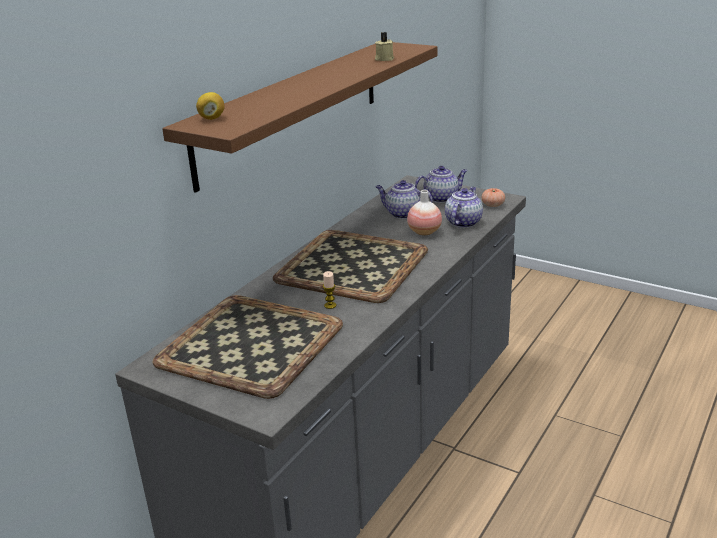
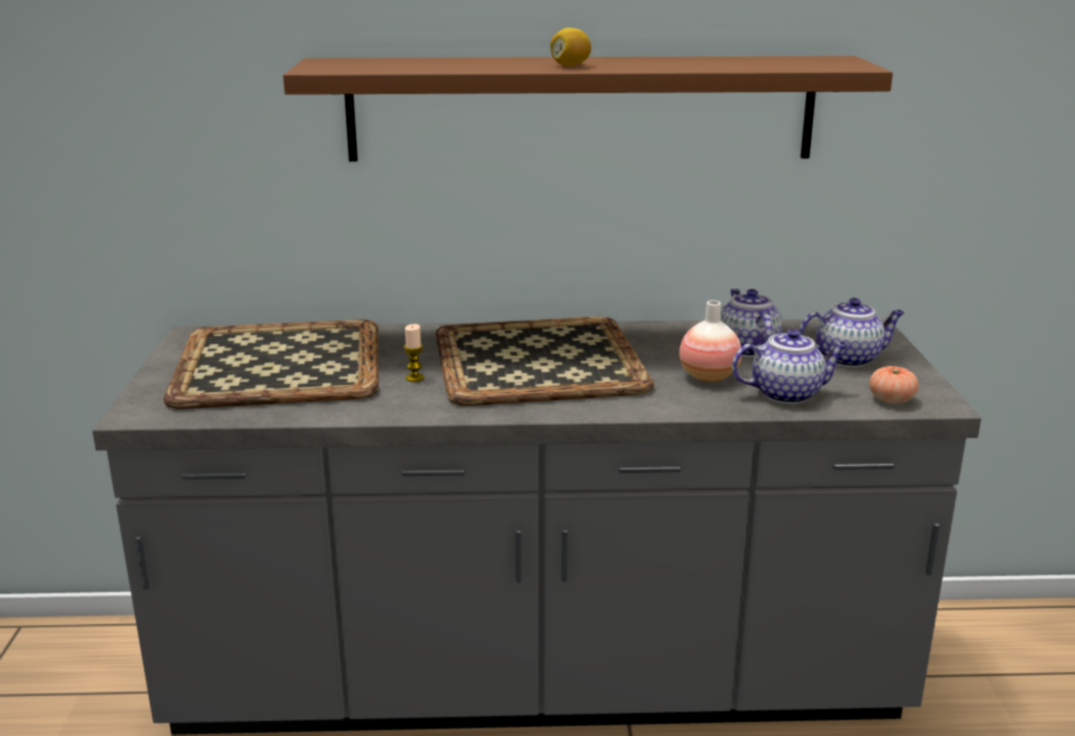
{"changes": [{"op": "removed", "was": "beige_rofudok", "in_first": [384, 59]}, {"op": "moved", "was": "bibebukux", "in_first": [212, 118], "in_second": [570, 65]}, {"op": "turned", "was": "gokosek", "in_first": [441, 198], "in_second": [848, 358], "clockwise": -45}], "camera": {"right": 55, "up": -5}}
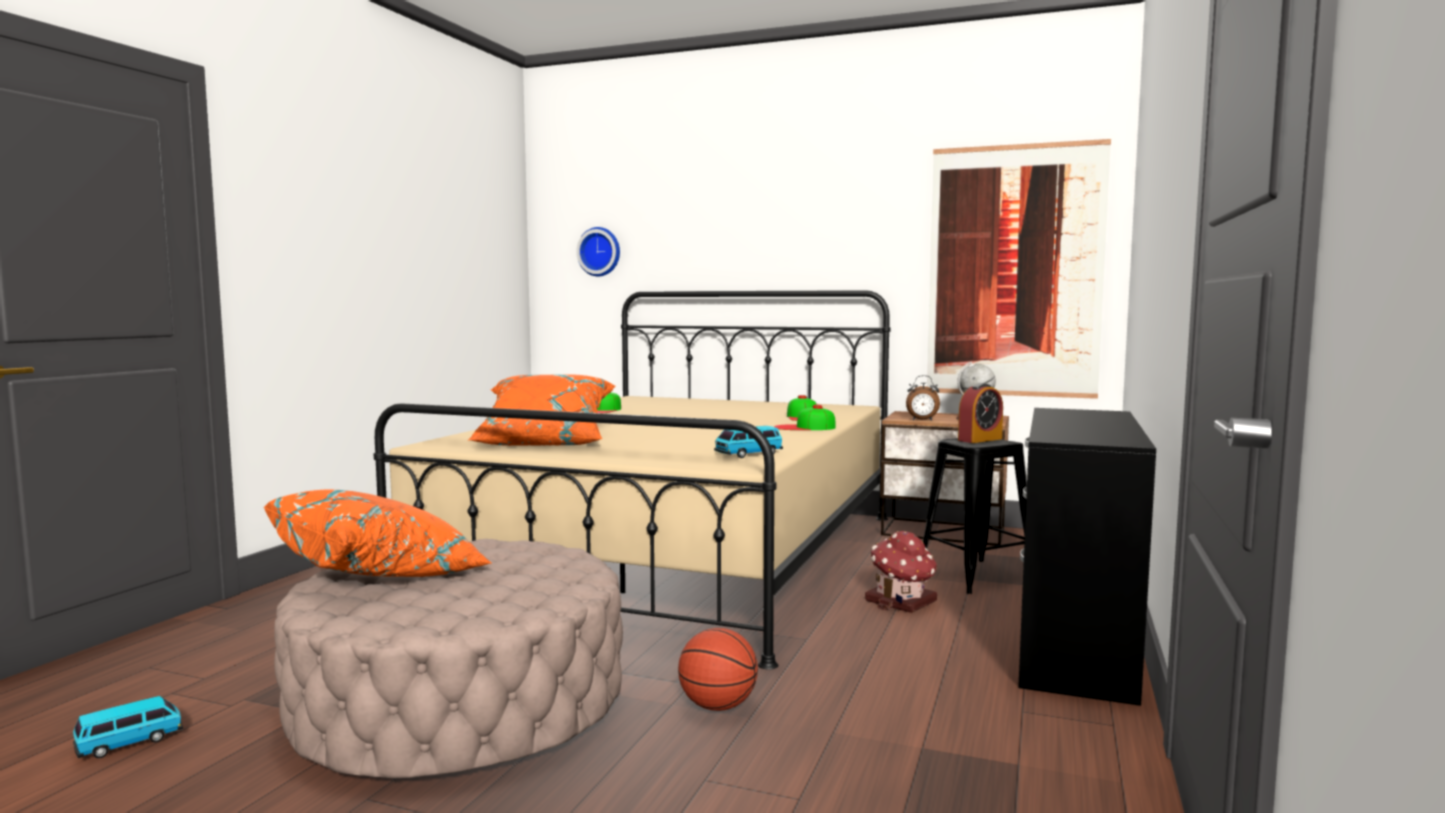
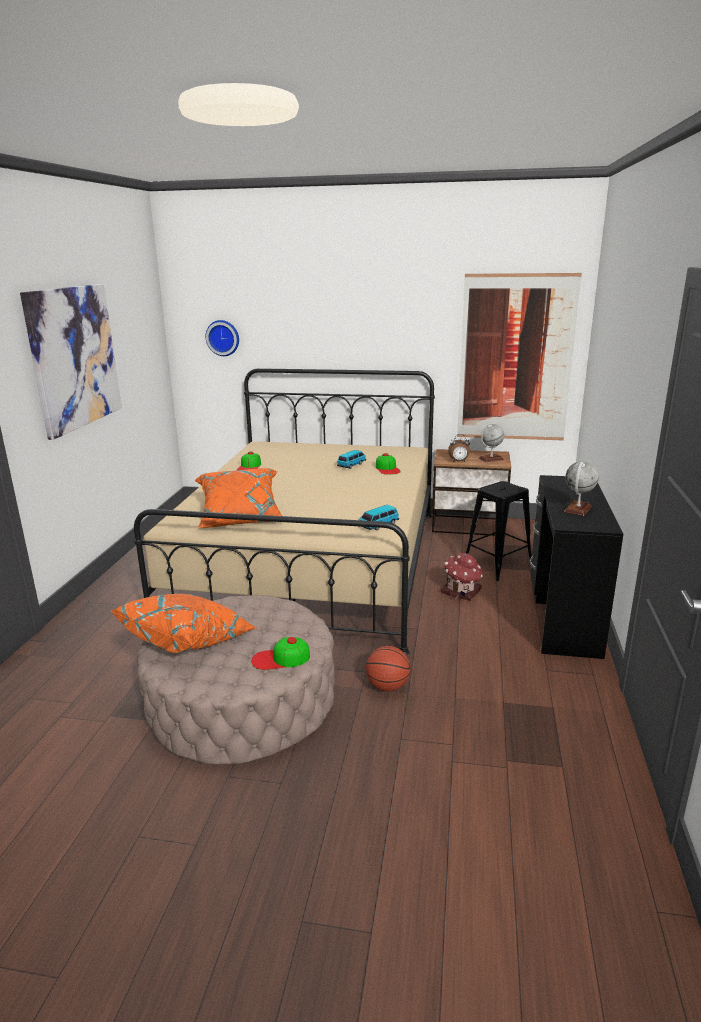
{"changes": [{"op": "removed", "was": "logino", "in_first": [980, 439]}, {"op": "added", "now": "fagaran", "in_second": [74, 357]}, {"op": "added", "now": "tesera", "in_second": [577, 509]}, {"op": "moved", "was": "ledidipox", "in_first": [130, 742], "in_second": [351, 465]}, {"op": "moved", "was": "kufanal", "in_first": [804, 427], "in_second": [280, 658]}], "camera": {"right": -10, "up": 15}}
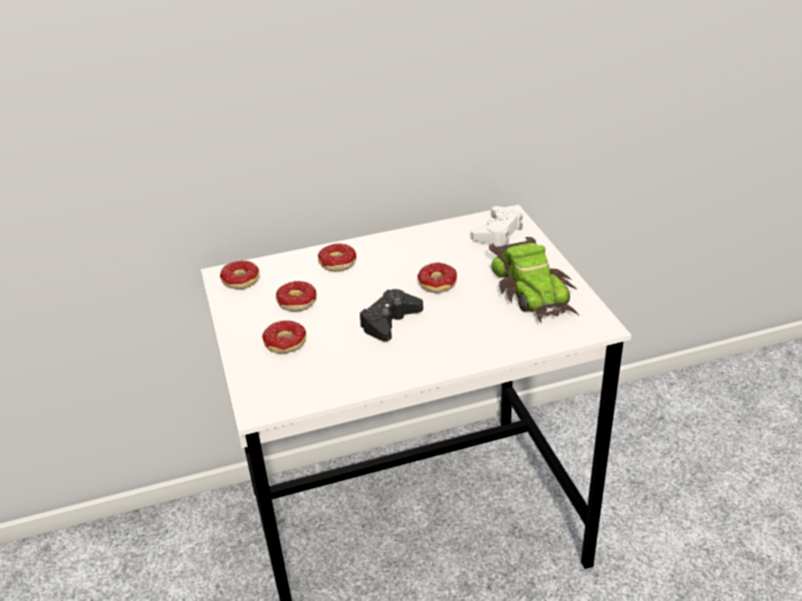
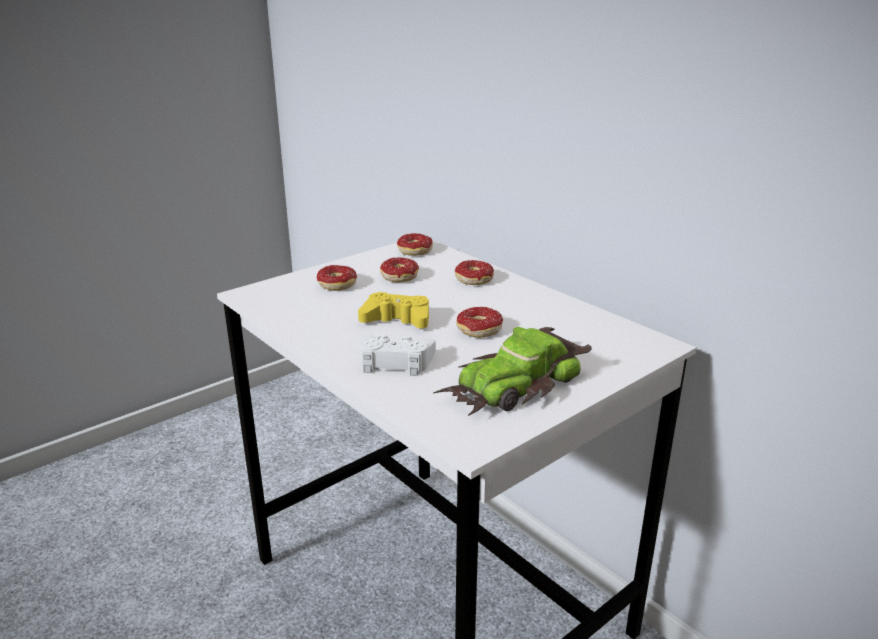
{"changes": [{"op": "moved", "was": "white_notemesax", "in_first": [498, 232], "in_second": [394, 361]}, {"op": "recoloured", "was": "black_notemesax", "now": "yellow_notemesax", "in_first": [389, 321], "in_second": [397, 319]}], "camera": {"right": 65, "up": -10}}
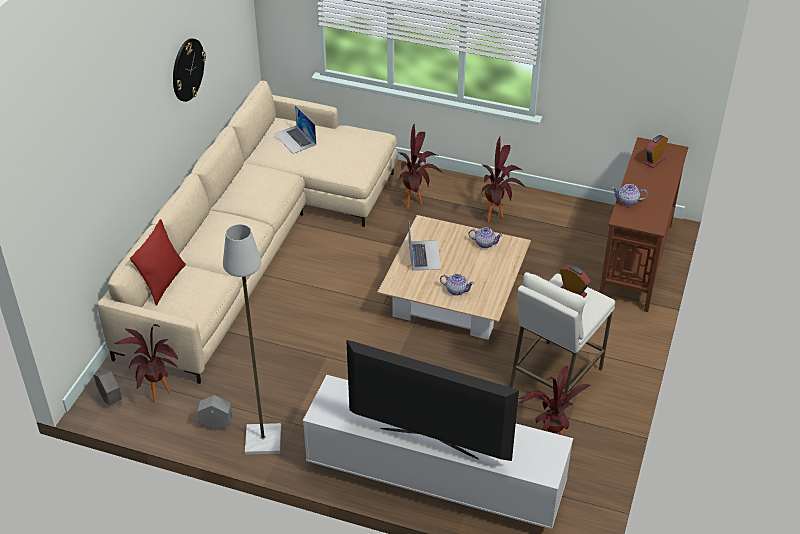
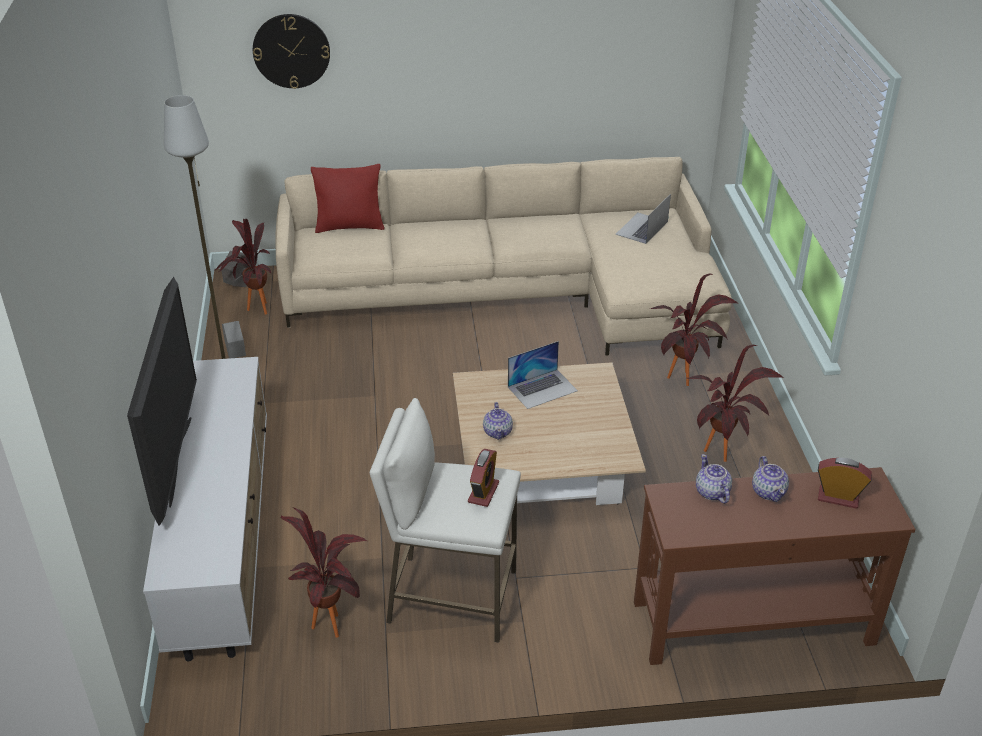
{"changes": [{"op": "moved", "was": "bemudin", "in_first": [187, 69], "in_second": [291, 51]}, {"op": "moved", "was": "gokosek", "in_first": [484, 243], "in_second": [768, 491]}], "camera": {"right": 65, "up": -5}}
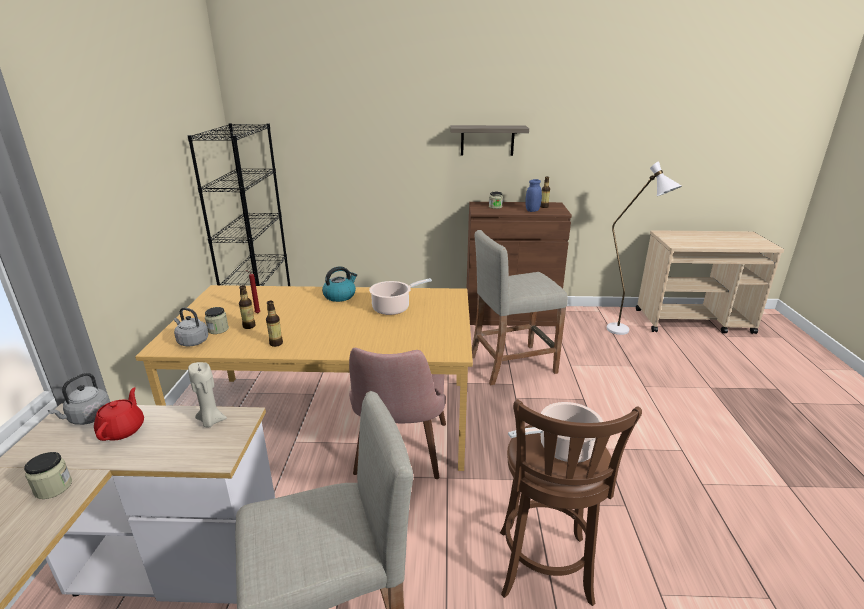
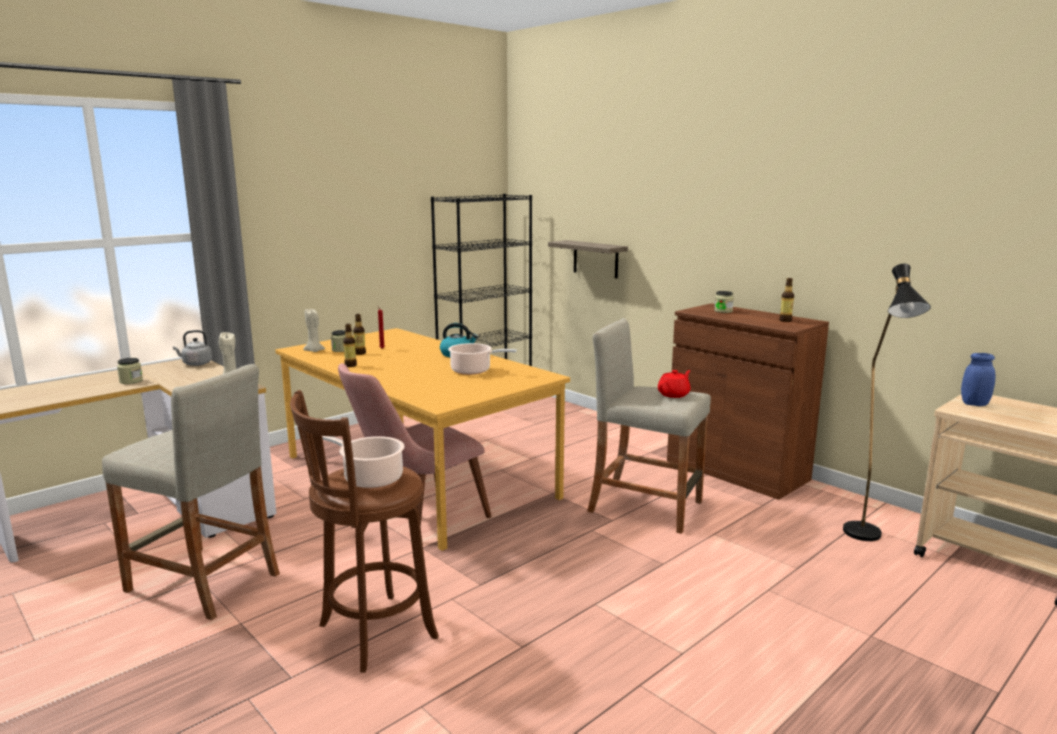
{"changes": [{"op": "moved", "was": "red_gokosek", "in_first": [123, 429], "in_second": [674, 394]}, {"op": "moved", "was": "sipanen", "in_first": [487, 140], "in_second": [595, 259]}, {"op": "moved", "was": "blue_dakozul", "in_first": [532, 210], "in_second": [974, 404]}, {"op": "replaced", "was": "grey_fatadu", "now": "beige_rofudok", "in_first": [192, 341], "in_second": [314, 351]}, {"op": "recoloured", "was": "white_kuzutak", "now": "black_kuzutak", "in_first": [625, 332], "in_second": [866, 539]}], "camera": {"right": 45, "up": -10}}
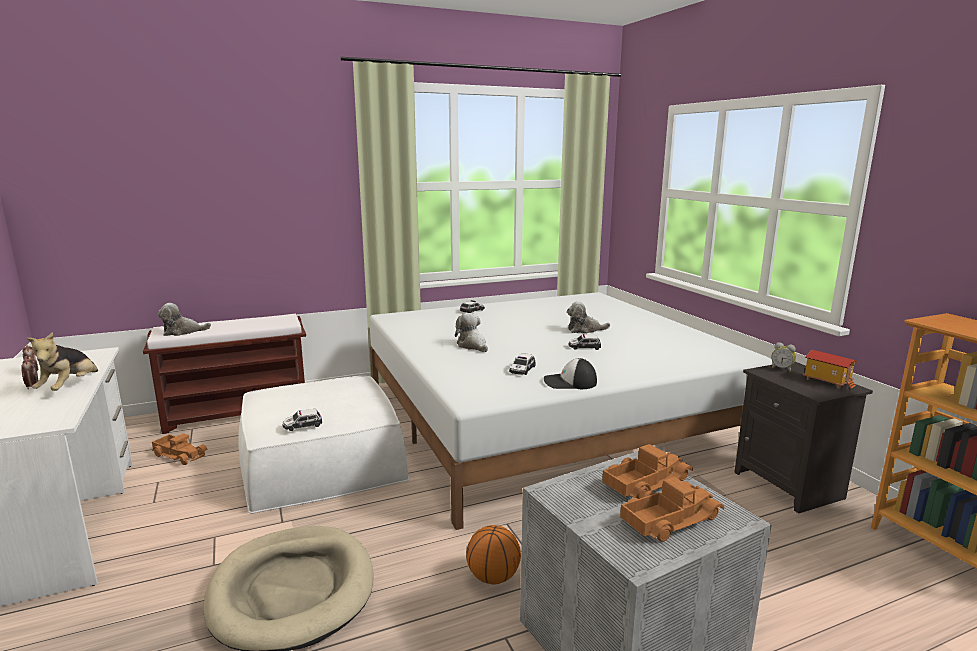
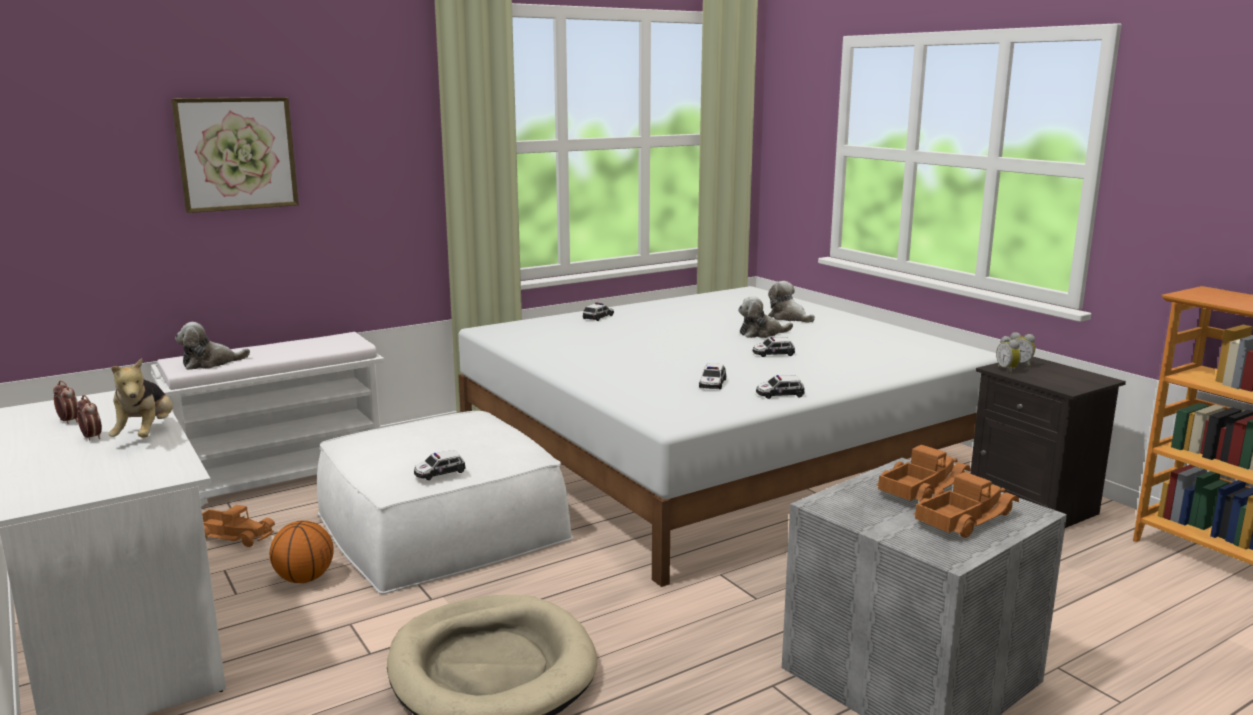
{"changes": [{"op": "removed", "was": "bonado", "in_first": [828, 381]}, {"op": "added", "now": "fagaran", "in_second": [236, 153]}, {"op": "added", "now": "logino", "in_second": [1008, 370]}, {"op": "moved", "was": "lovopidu", "in_first": [472, 346], "in_second": [789, 318]}, {"op": "moved", "was": "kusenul", "in_first": [493, 577], "in_second": [304, 579]}, {"op": "replaced", "was": "kufanal", "now": "ledidipox", "in_first": [569, 382], "in_second": [779, 394]}, {"op": "recoloured", "was": "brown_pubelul", "now": "white_pubelul", "in_first": [239, 412], "in_second": [283, 476]}], "camera": {"right": -10, "up": 0}}
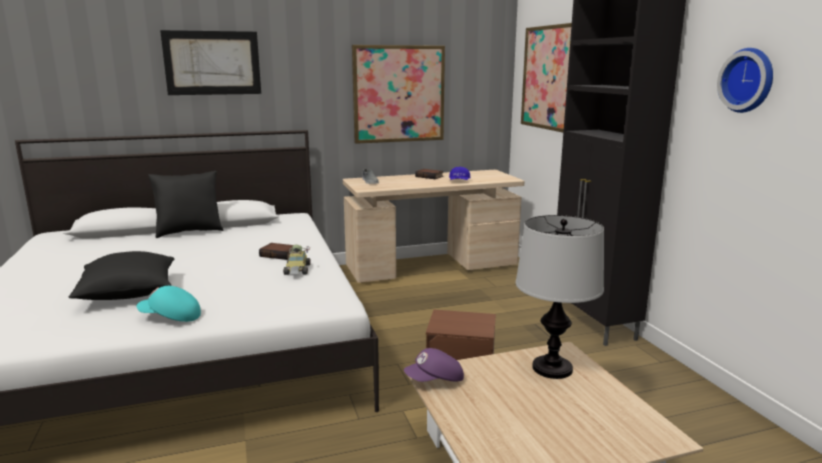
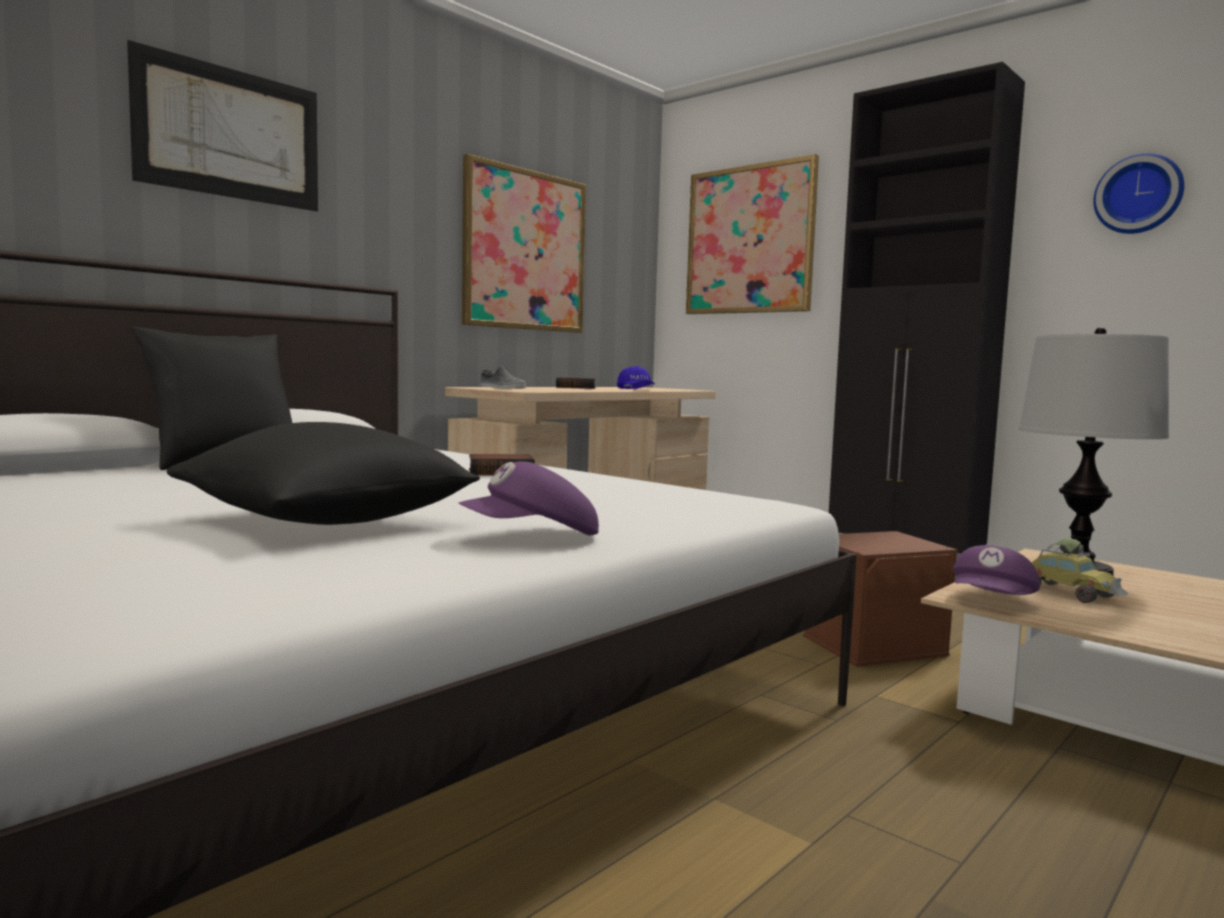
{"changes": [{"op": "moved", "was": "ledidipox", "in_first": [298, 270], "in_second": [1070, 593]}, {"op": "recoloured", "was": "turquoise_kufanal", "now": "purple_kufanal", "in_first": [171, 318], "in_second": [533, 537]}], "camera": {"right": -30, "up": -10}}
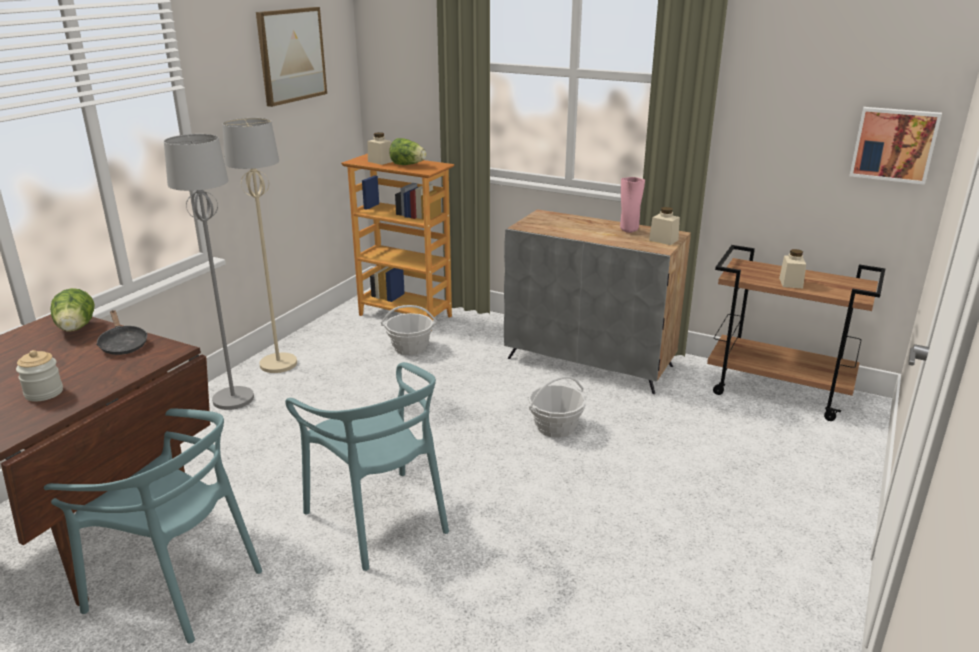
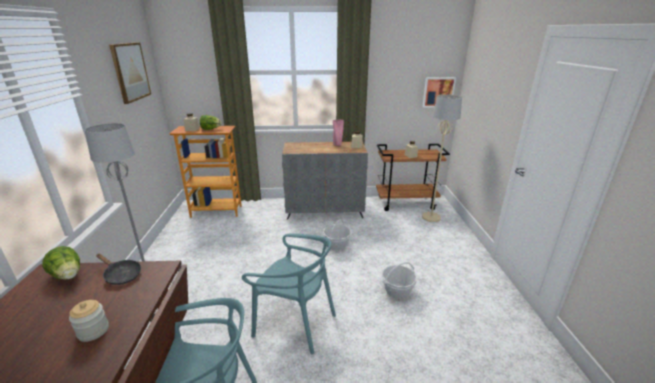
{"changes": [{"op": "moved", "was": "beige_kuzutak", "in_first": [278, 364], "in_second": [431, 217]}, {"op": "moved", "was": "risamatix", "in_first": [410, 348], "in_second": [397, 291]}], "camera": {"right": -30, "up": 0}}
